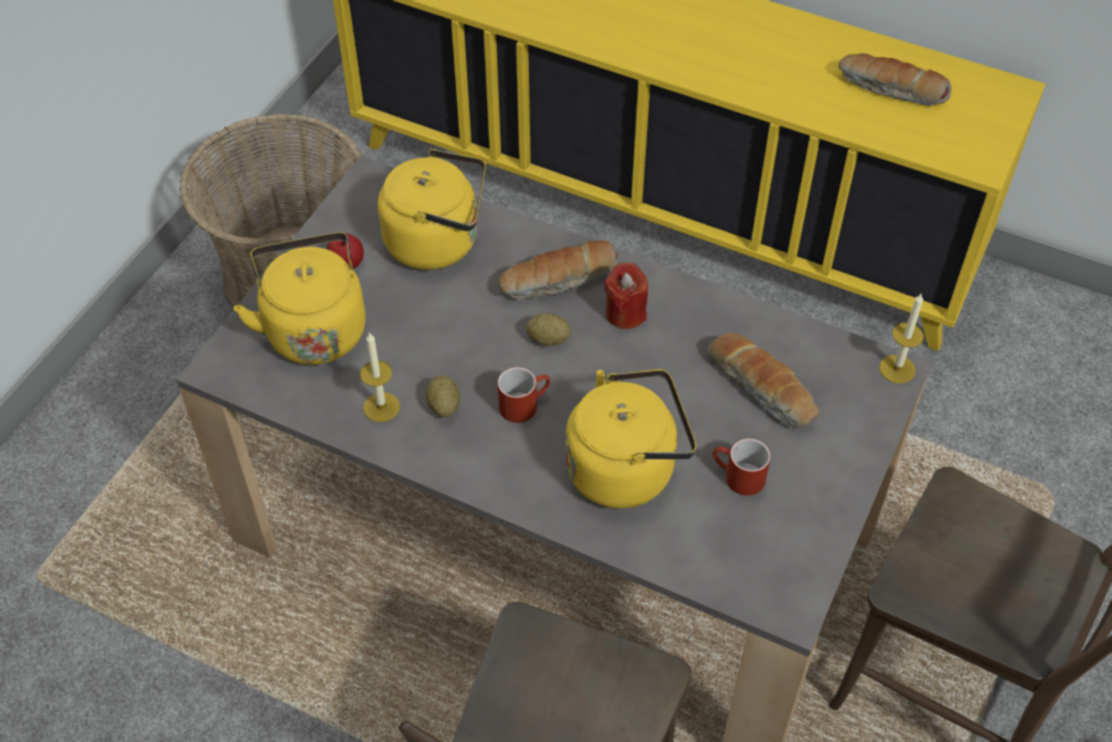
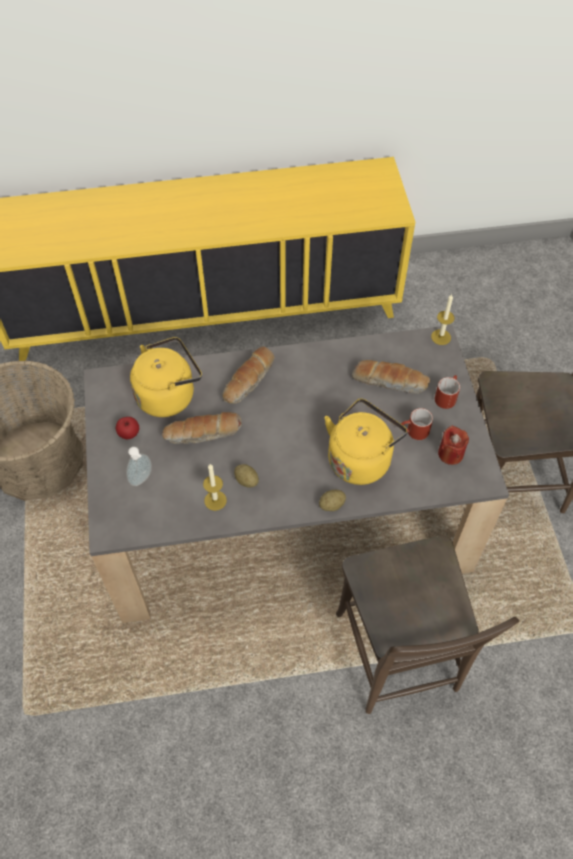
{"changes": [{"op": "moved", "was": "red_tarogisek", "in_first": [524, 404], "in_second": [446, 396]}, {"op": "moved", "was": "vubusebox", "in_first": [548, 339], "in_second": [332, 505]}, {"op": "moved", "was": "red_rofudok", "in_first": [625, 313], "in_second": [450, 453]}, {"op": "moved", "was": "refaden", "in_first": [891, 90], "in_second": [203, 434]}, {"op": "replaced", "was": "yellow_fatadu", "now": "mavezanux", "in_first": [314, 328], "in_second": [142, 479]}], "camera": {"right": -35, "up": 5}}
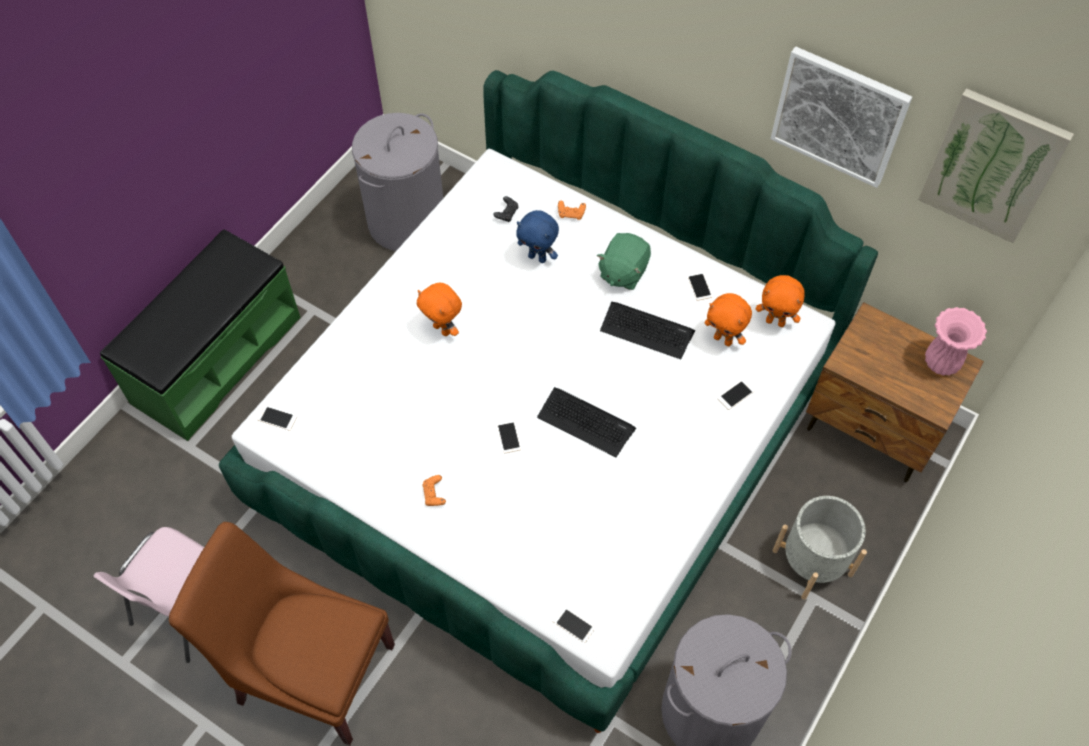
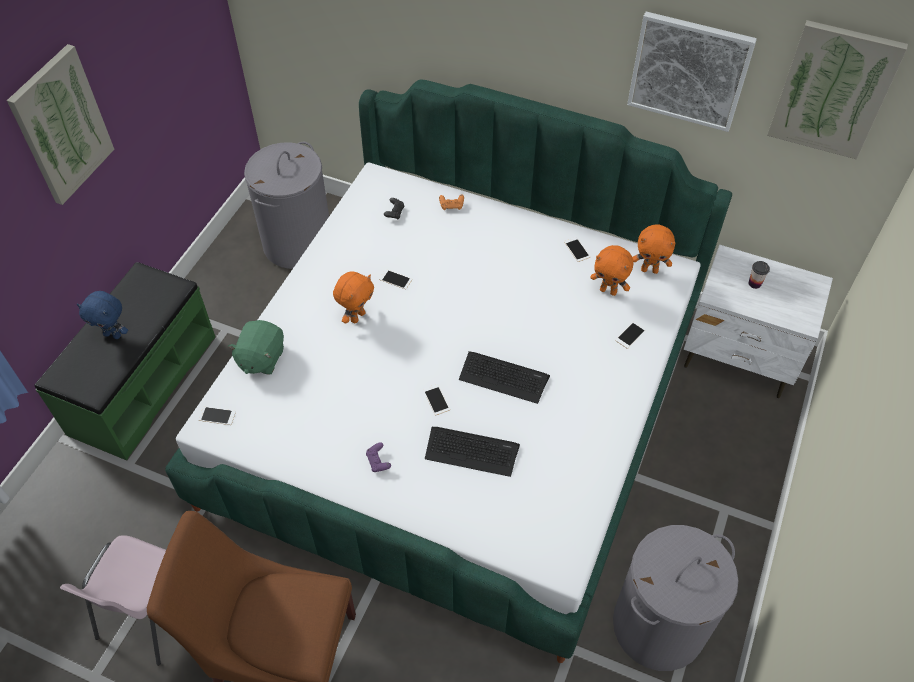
{"changes": [{"op": "removed", "was": "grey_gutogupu", "in_first": [812, 562]}, {"op": "removed", "was": "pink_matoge", "in_first": [942, 363]}, {"op": "added", "now": "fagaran", "in_second": [61, 125]}, {"op": "added", "now": "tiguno", "in_second": [754, 283]}, {"op": "moved", "was": "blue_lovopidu", "in_first": [538, 257], "in_second": [113, 334]}, {"op": "moved", "was": "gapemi", "in_first": [573, 624], "in_second": [395, 279]}, {"op": "moved", "was": "green_lovopidu", "in_first": [623, 272], "in_second": [261, 358]}, {"op": "moved", "was": "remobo", "in_first": [646, 330], "in_second": [471, 451]}, {"op": "recoloured", "was": "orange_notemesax", "now": "purple_notemesax", "in_first": [434, 495], "in_second": [378, 462]}, {"op": "recoloured", "was": "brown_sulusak", "now": "white_sulusak", "in_first": [872, 428], "in_second": [739, 357]}, {"op": "turned", "was": "orange_lovopidu", "in_first": [443, 329], "in_second": [357, 316], "clockwise": -90}], "camera": {"right": -10, "up": -5}}
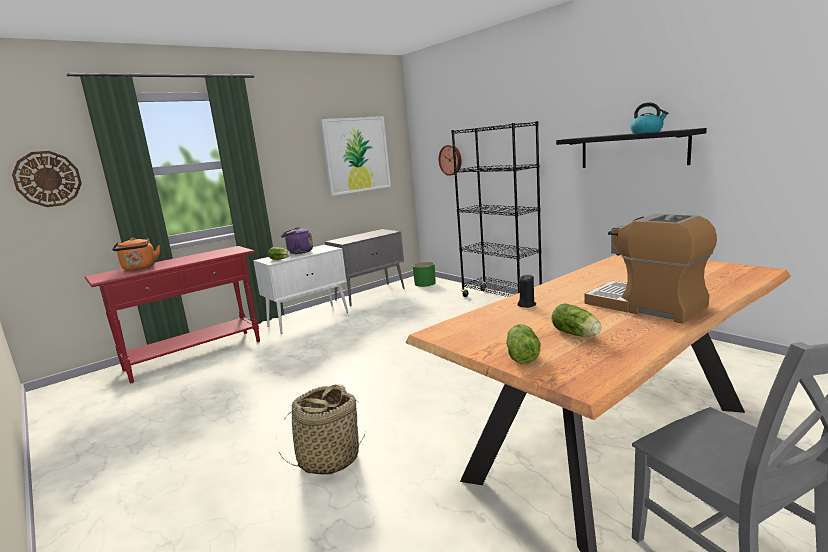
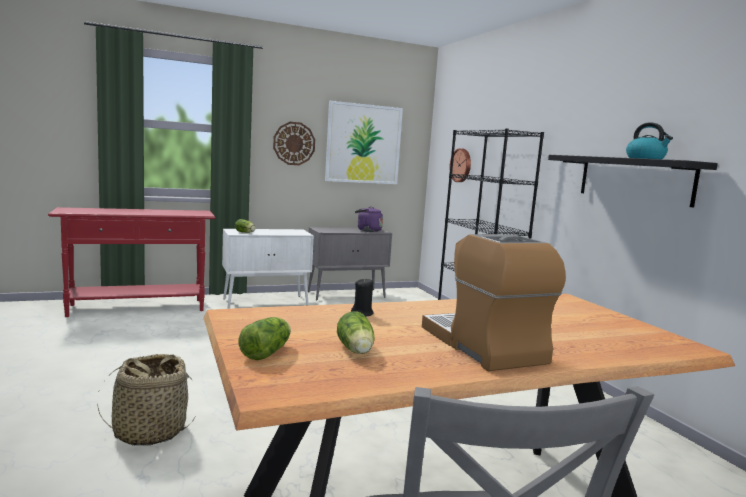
{"changes": [{"op": "removed", "was": "orange_fatadu", "in_first": [139, 268]}, {"op": "removed", "was": "green_gutogupu", "in_first": [425, 283]}, {"op": "moved", "was": "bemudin", "in_first": [48, 179], "in_second": [294, 143]}, {"op": "moved", "was": "purple_fatadu", "in_first": [298, 252], "in_second": [367, 230]}], "camera": {"right": 15, "up": -5}}
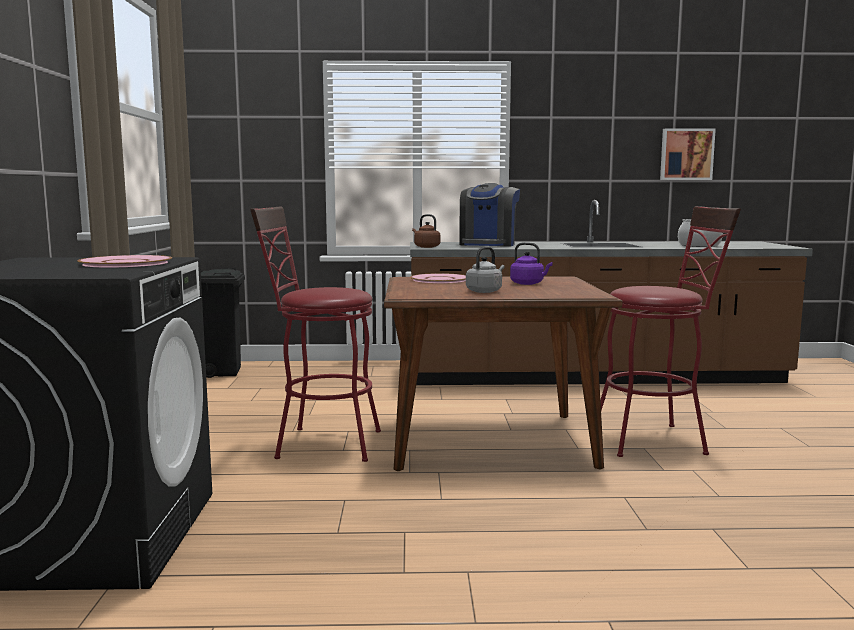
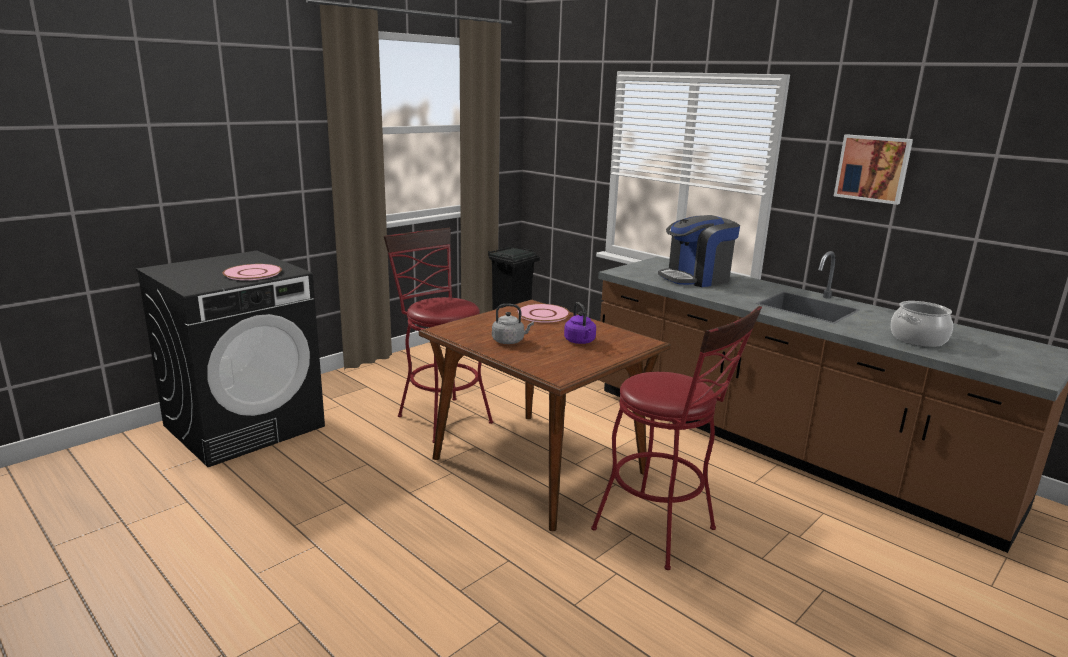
{"changes": [{"op": "removed", "was": "brown_fatadu", "in_first": [426, 247]}, {"op": "moved", "was": "fagaran", "in_first": [686, 154], "in_second": [873, 168]}], "camera": {"right": 45, "up": 10}}
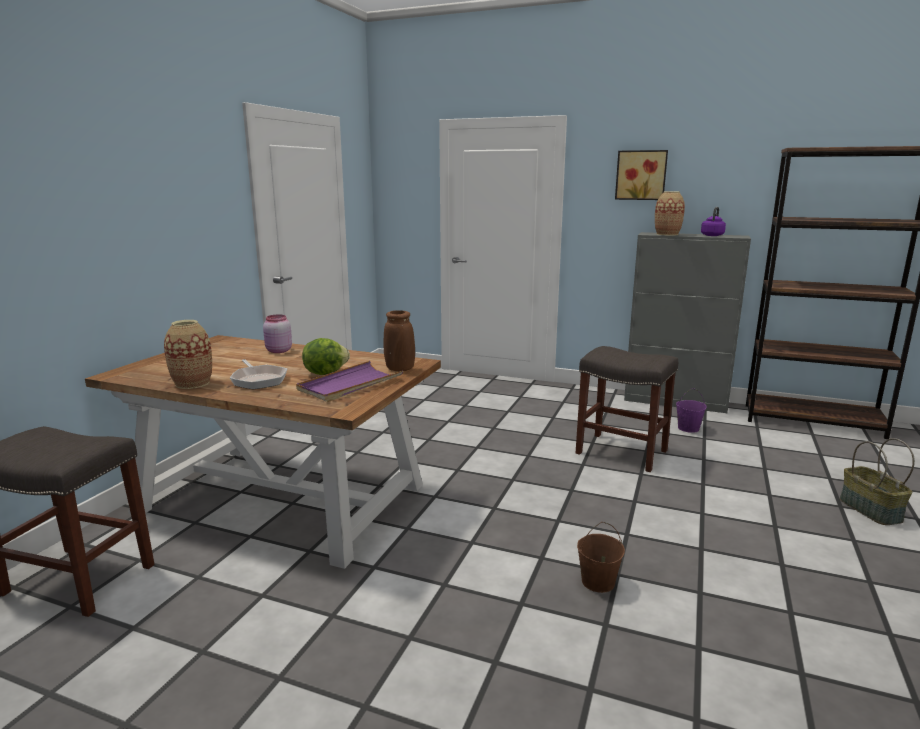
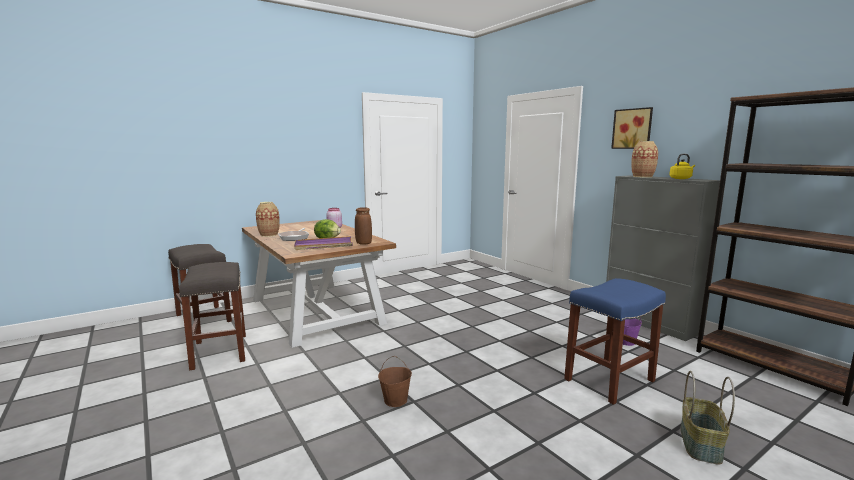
{"changes": [{"op": "added", "now": "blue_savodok", "in_second": [609, 379]}, {"op": "moved", "was": "grey_savodok", "in_first": [620, 452], "in_second": [219, 351]}, {"op": "recoloured", "was": "purple_fatadu", "now": "yellow_fatadu", "in_first": [712, 235], "in_second": [681, 178]}], "camera": {"right": 35, "up": -5}}
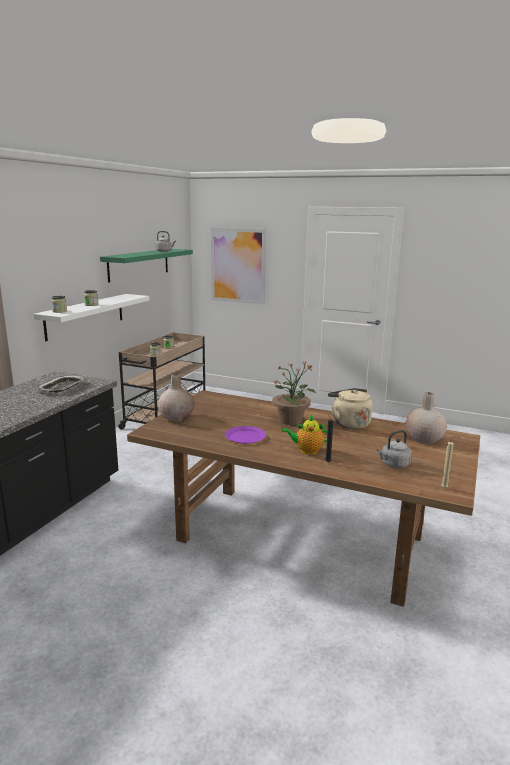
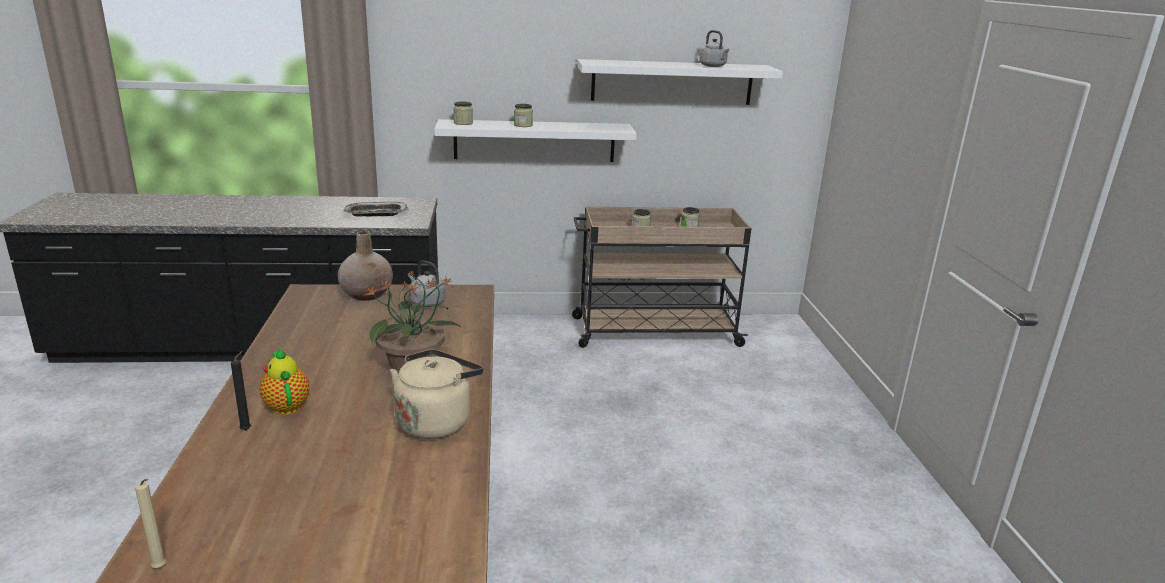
{"changes": [{"op": "removed", "was": "fagaran", "in_first": [238, 266]}, {"op": "removed", "was": "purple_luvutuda", "in_first": [245, 437]}, {"op": "removed", "was": "beige_matoge", "in_first": [424, 439]}, {"op": "moved", "was": "grey_fatadu", "in_first": [394, 464], "in_second": [426, 302]}, {"op": "recoloured", "was": "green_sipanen", "now": "white_sipanen", "in_first": [139, 264], "in_second": [672, 82]}], "camera": {"right": 60, "up": 5}}
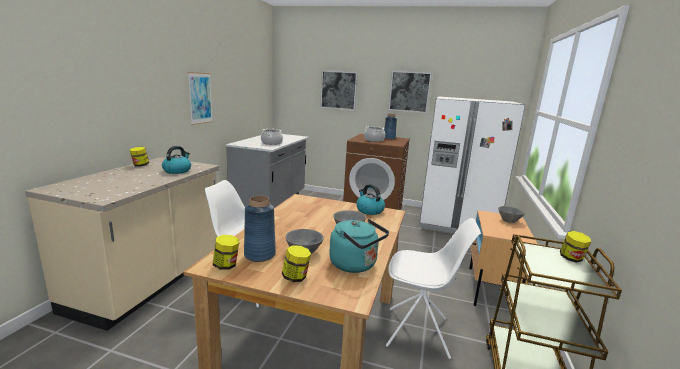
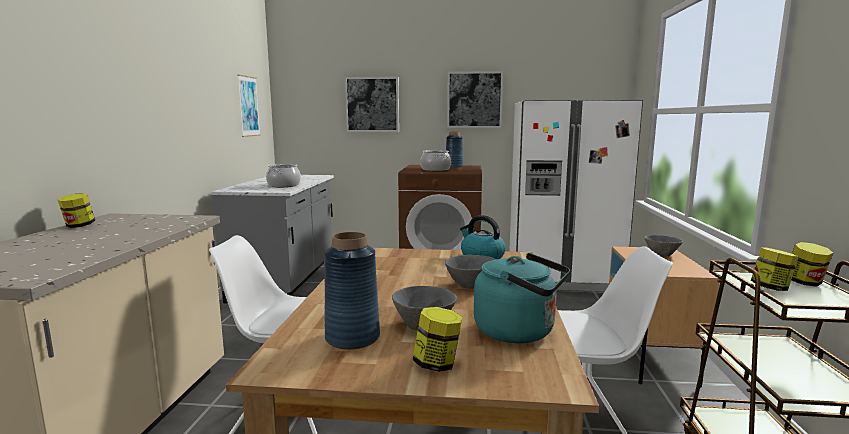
{"changes": [{"op": "removed", "was": "fatadu", "in_first": [177, 170]}, {"op": "moved", "was": "fagaran", "in_first": [200, 98], "in_second": [248, 106]}, {"op": "moved", "was": "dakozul", "in_first": [226, 265], "in_second": [771, 288]}], "camera": {"right": -10, "up": -5}}
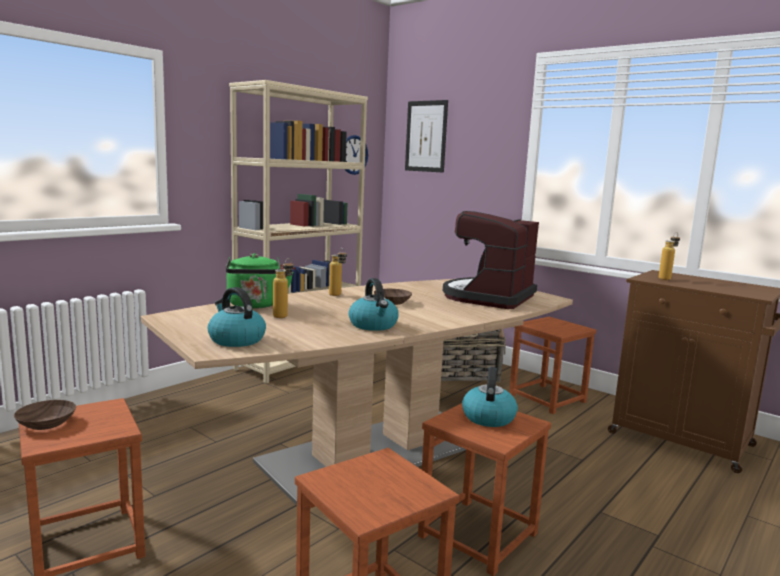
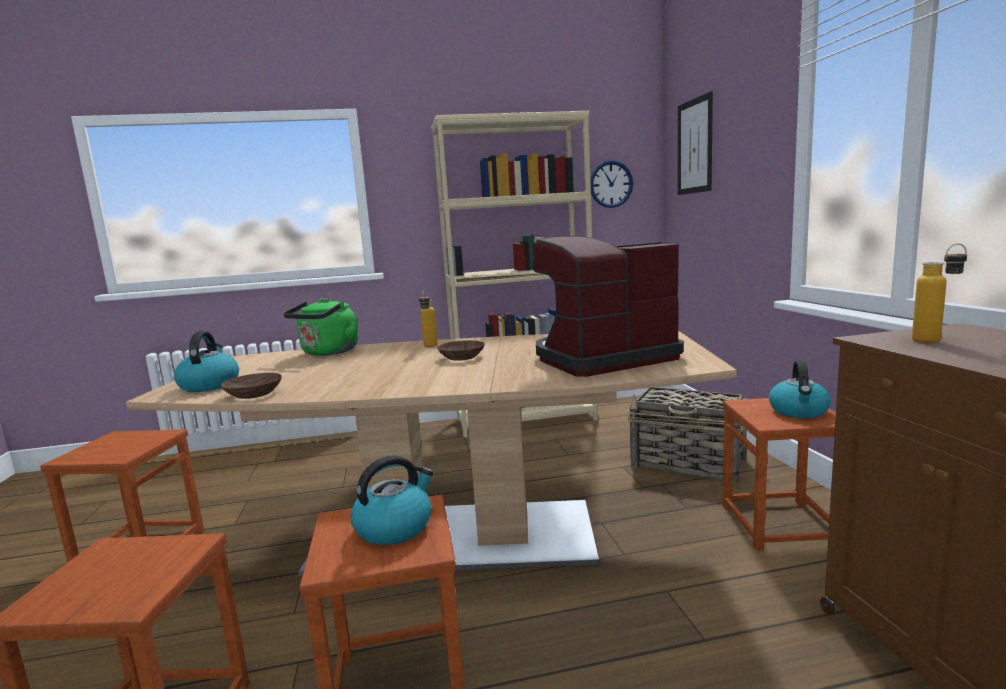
{"changes": [{"op": "removed", "was": "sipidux", "in_first": [283, 315]}, {"op": "moved", "was": "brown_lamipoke", "in_first": [47, 423], "in_second": [255, 394]}, {"op": "moved", "was": "fatadu", "in_first": [373, 325], "in_second": [799, 411]}], "camera": {"right": 40, "up": 0}}
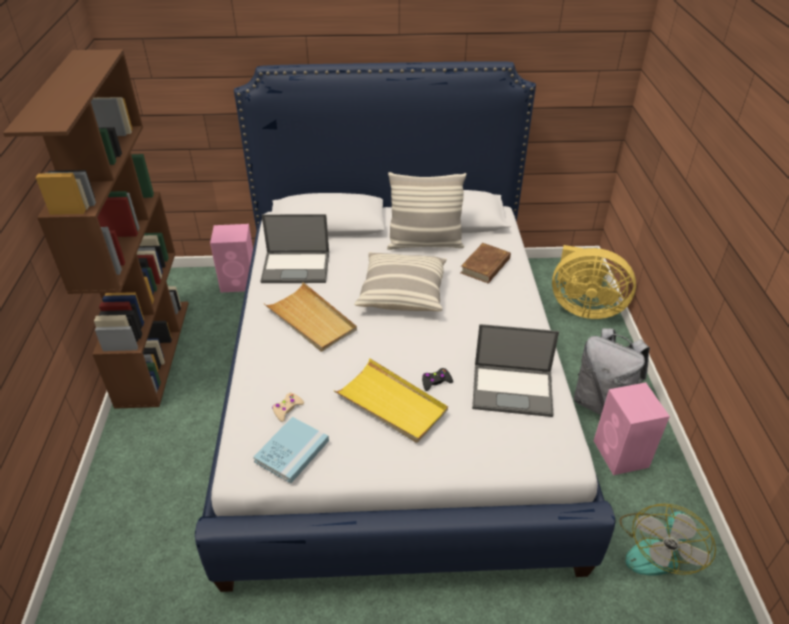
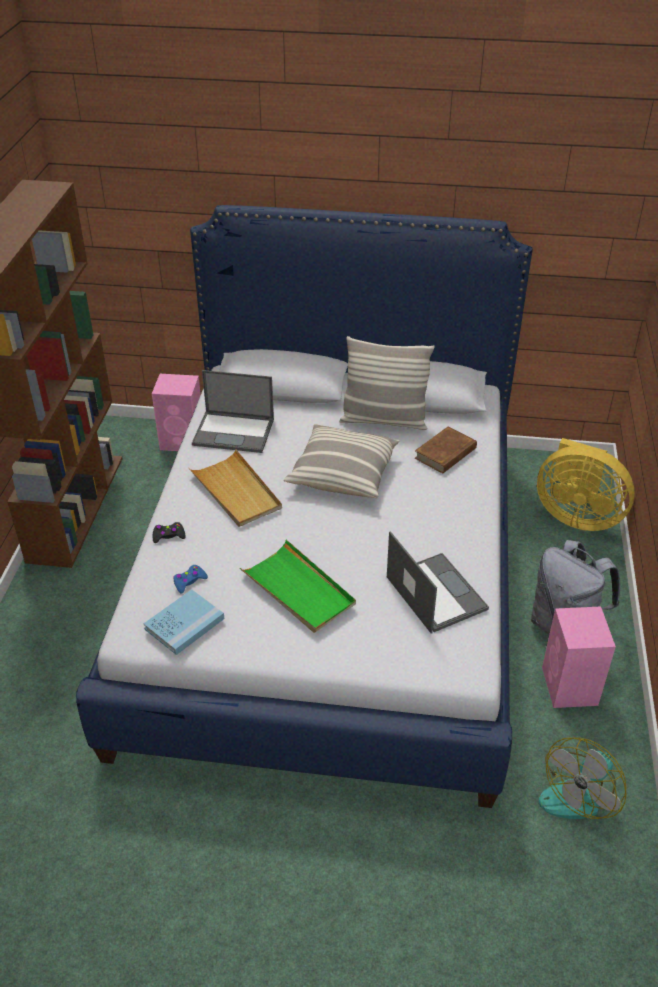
{"changes": [{"op": "moved", "was": "black_notemesax", "in_first": [436, 382], "in_second": [168, 535]}, {"op": "recoloured", "was": "beige_notemesax", "now": "blue_notemesax", "in_first": [287, 409], "in_second": [189, 581]}, {"op": "recoloured", "was": "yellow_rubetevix", "now": "green_rubetevix", "in_first": [391, 403], "in_second": [299, 590]}, {"op": "turned", "was": "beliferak", "in_first": [513, 389], "in_second": [435, 592], "clockwise": -135}], "camera": {"right": 10, "up": 0}}
